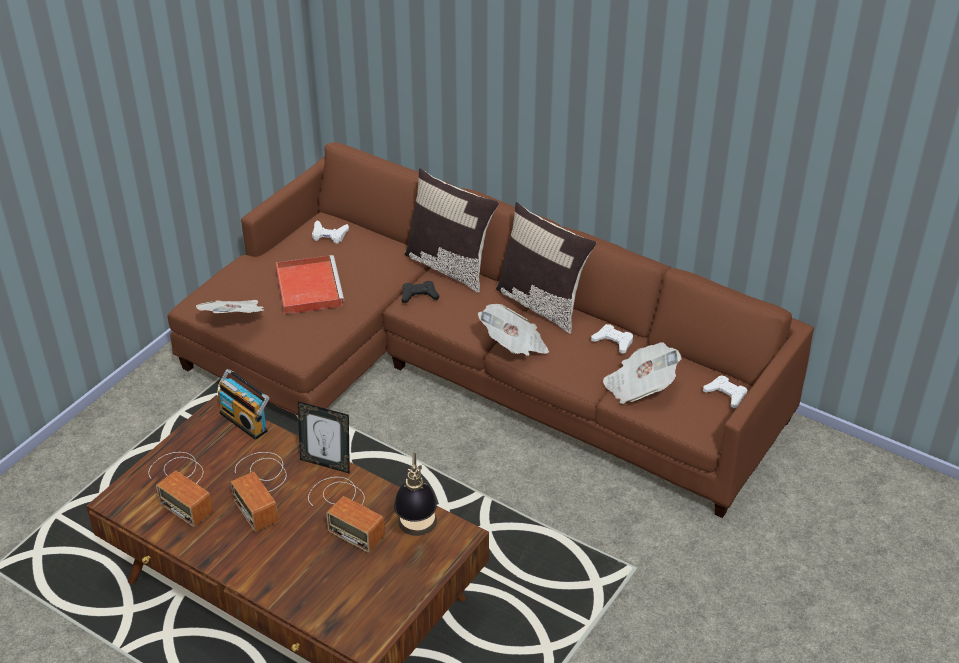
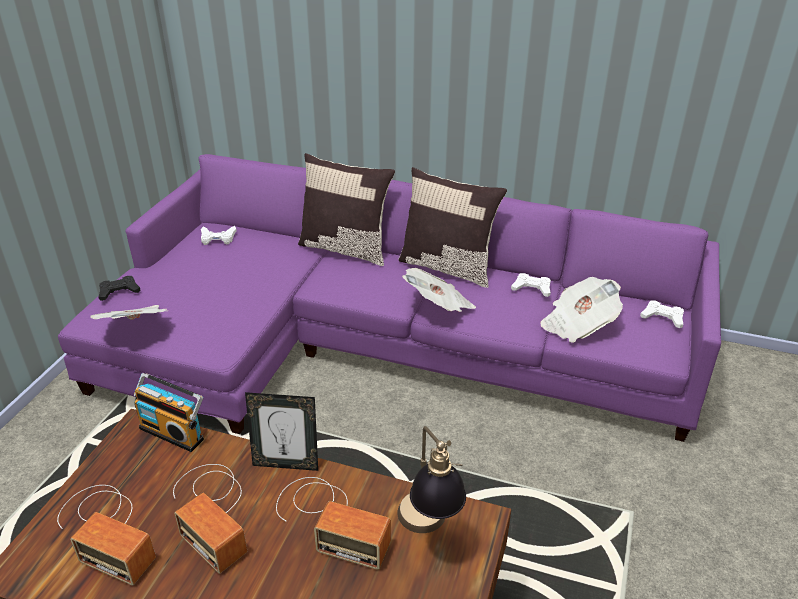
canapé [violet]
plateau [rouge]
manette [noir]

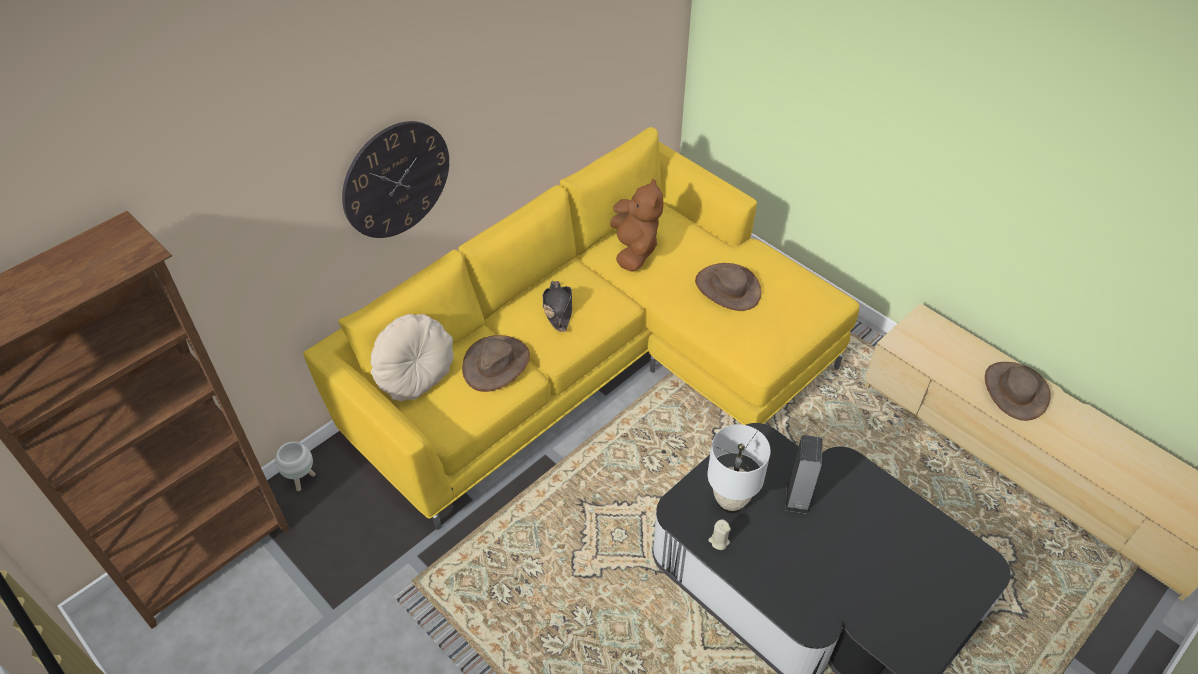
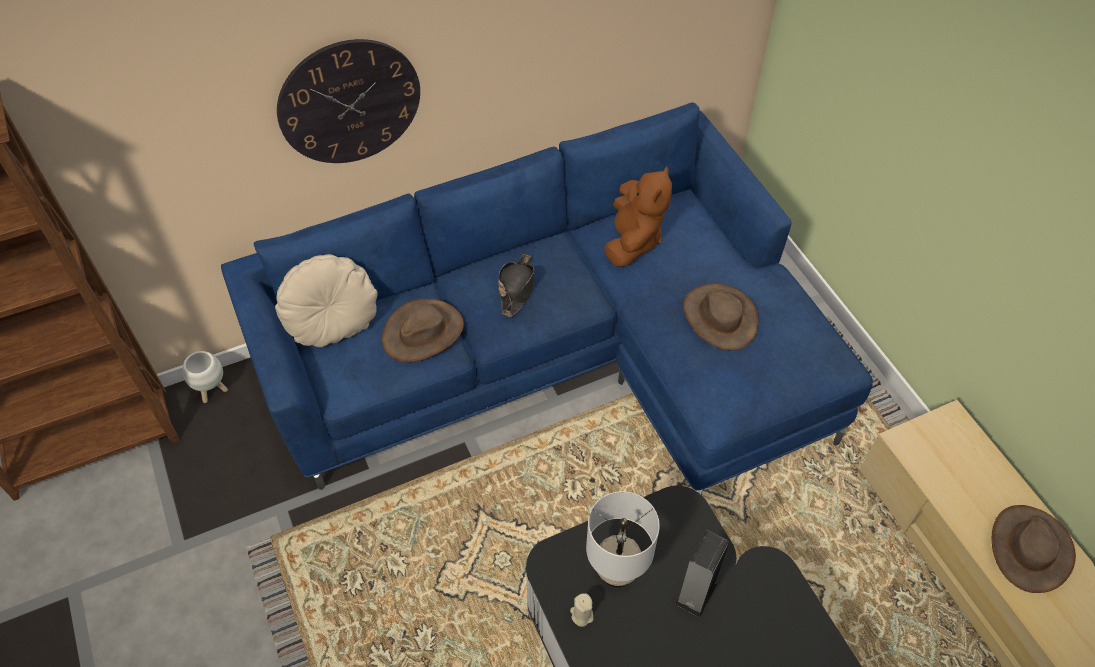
canapé [bleu]

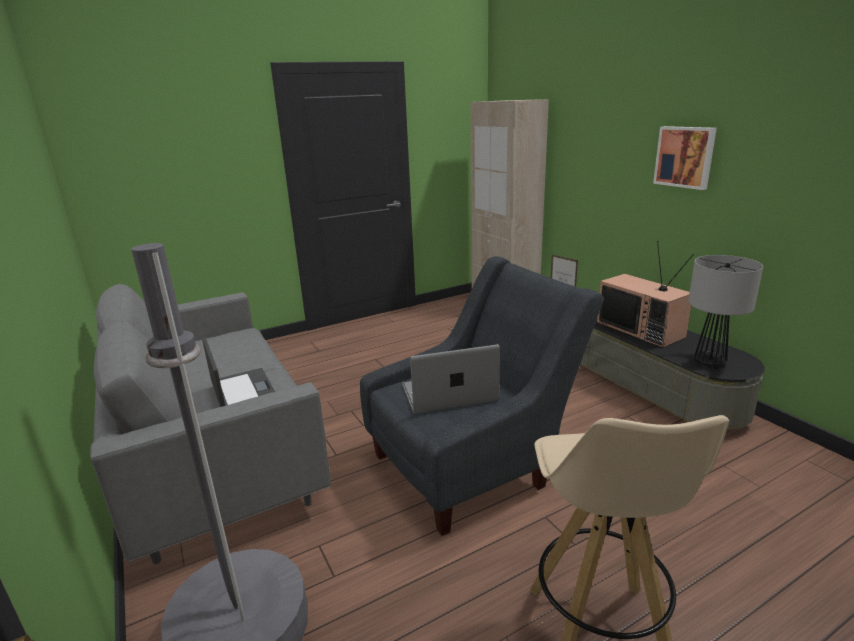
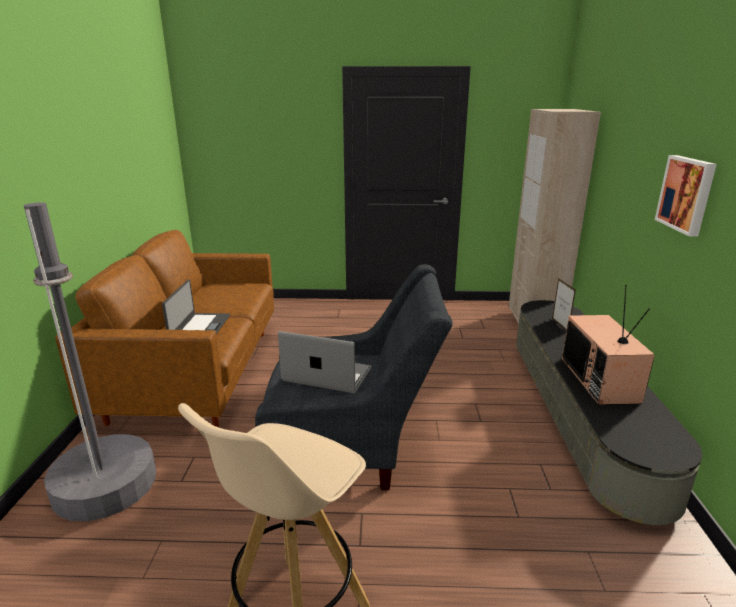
canapé [marron]
lampe de table

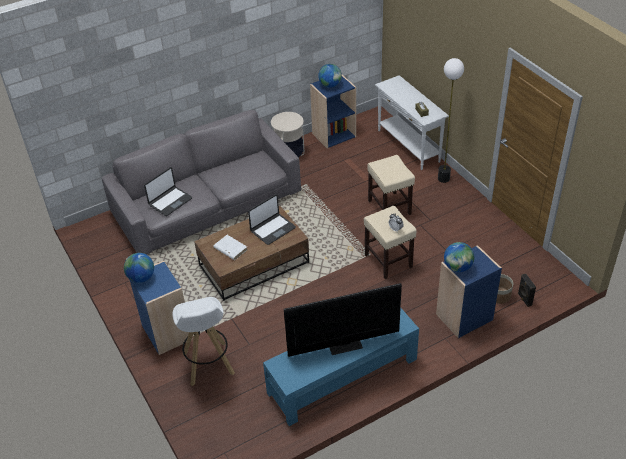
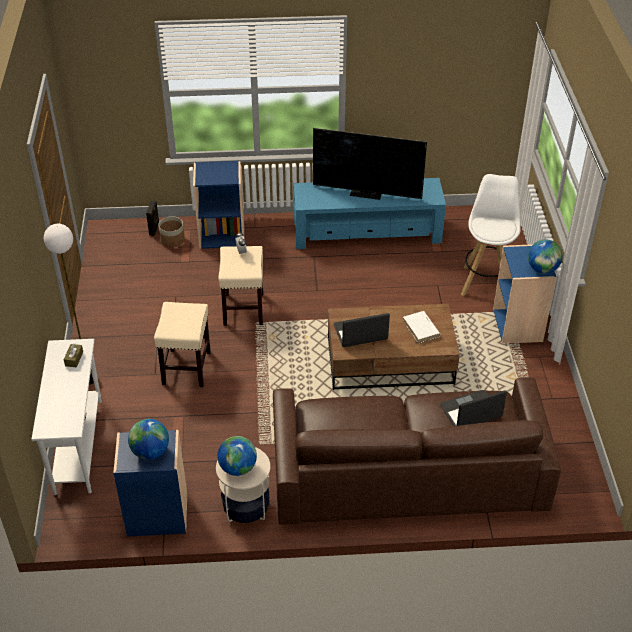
canapé [marron]
globe (no. 2 from left)

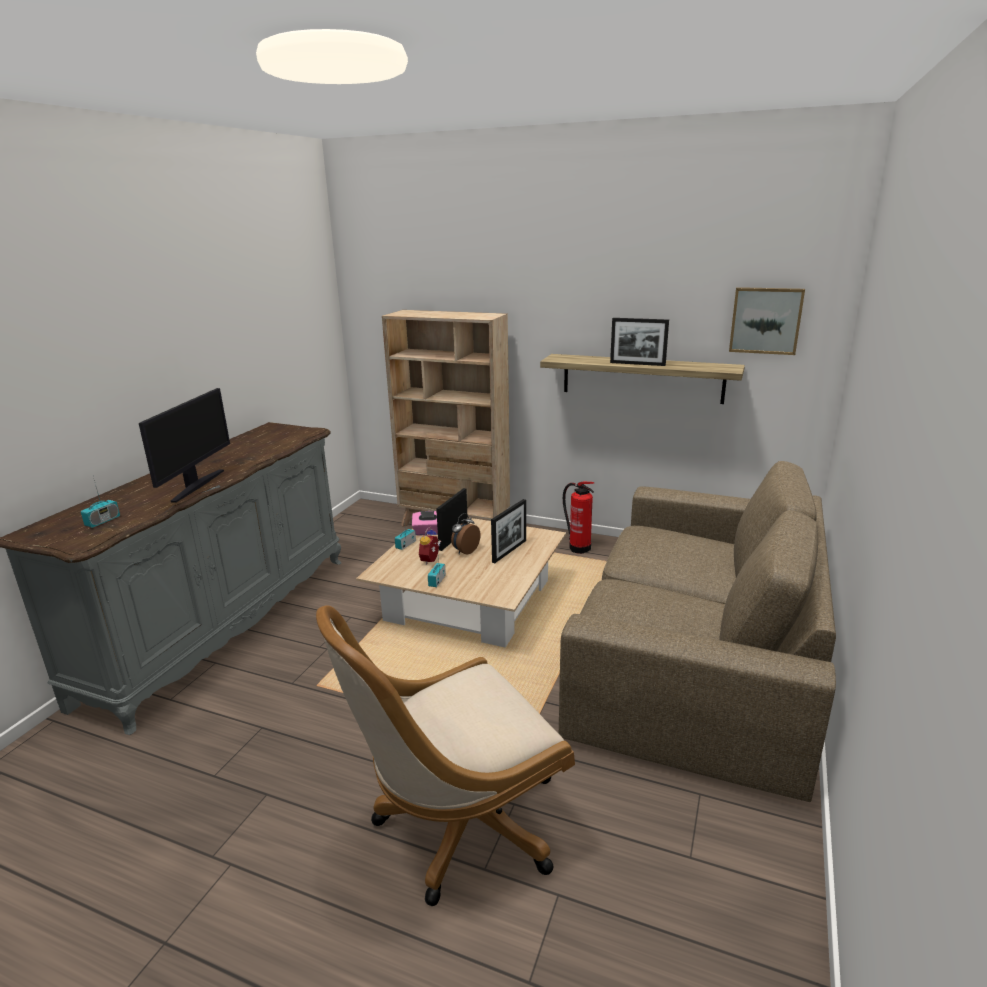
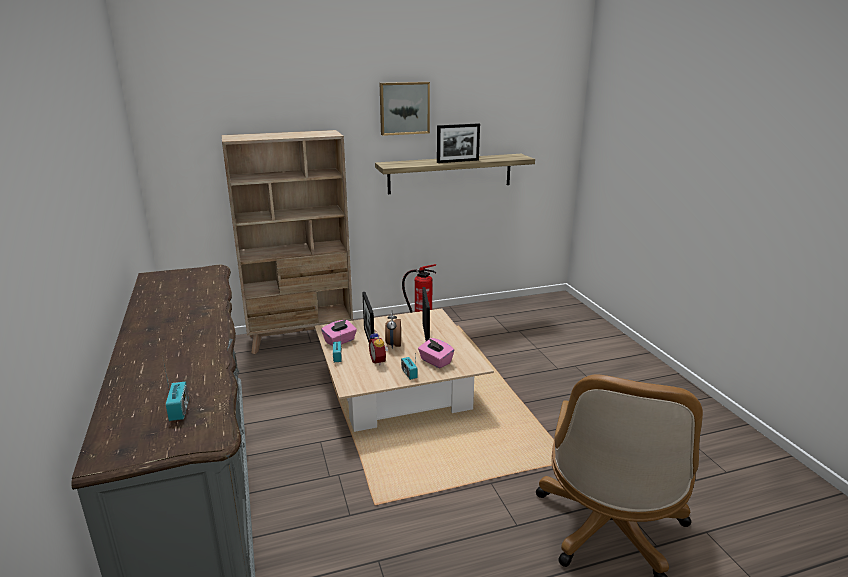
écran d'ordinateur
canapé [marron]
tableau
boîte à mouchoirs [rose] (no. 2 from left)

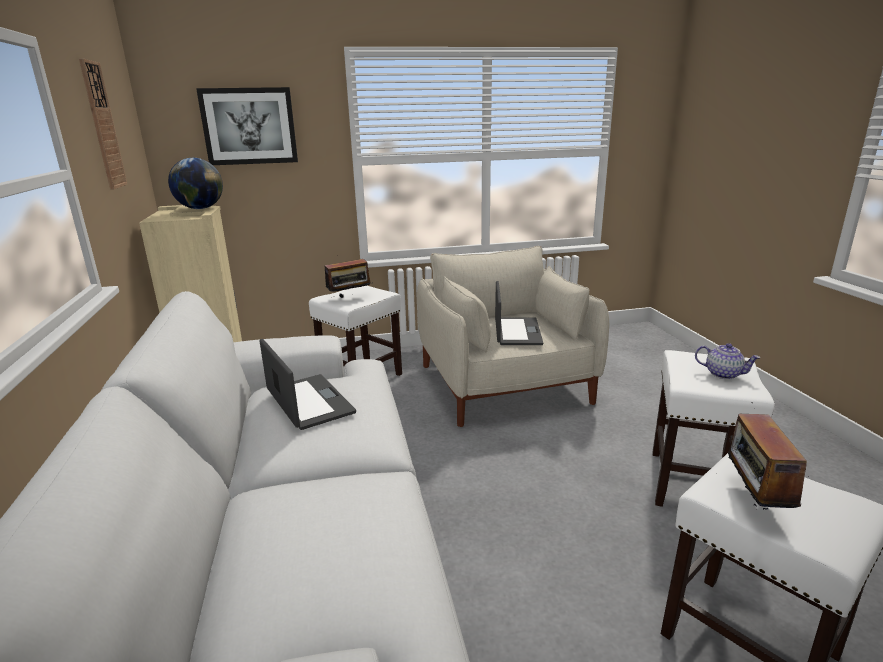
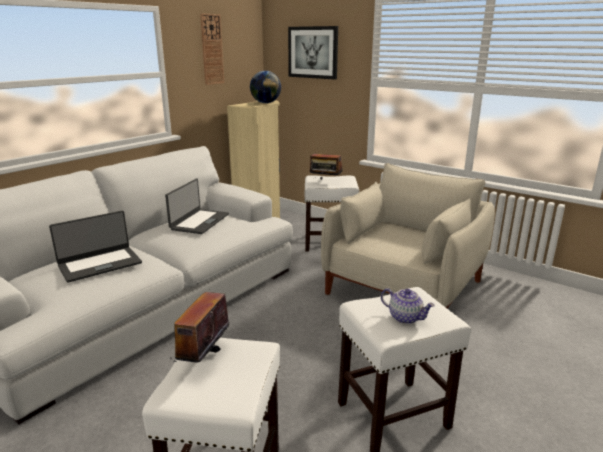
ordinateur portable (no. 1 from left)
théière
radio (no. 1 from left)

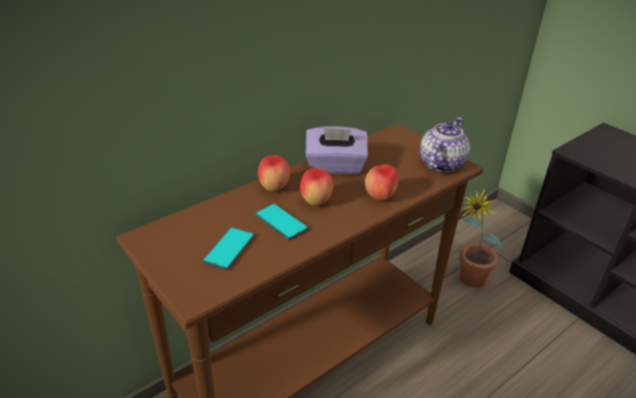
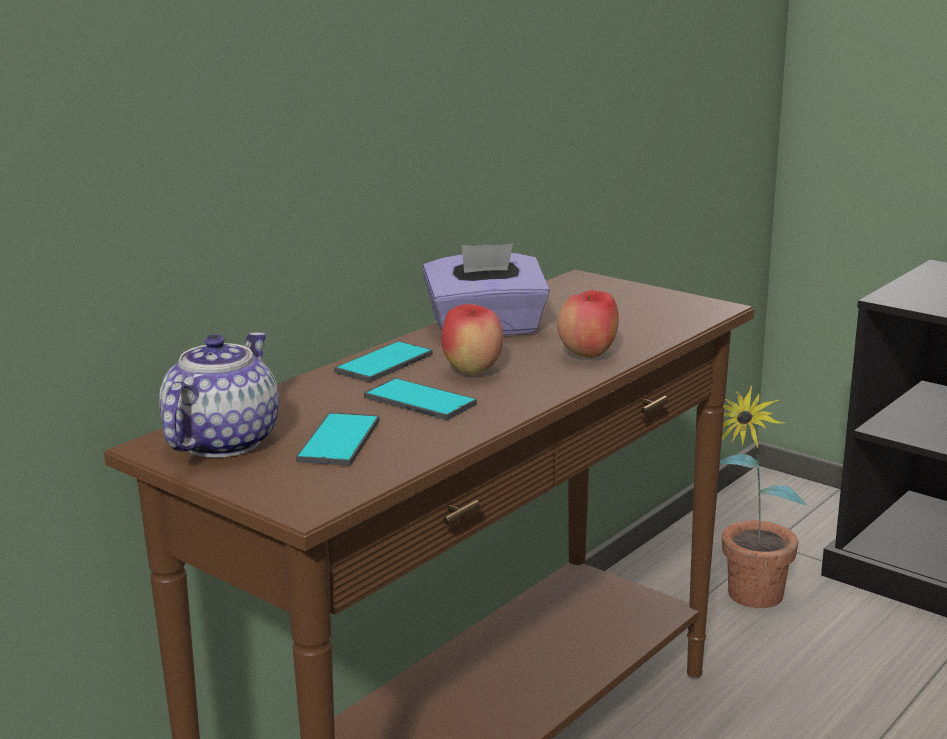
téléphone (no. 2 from left)
théière

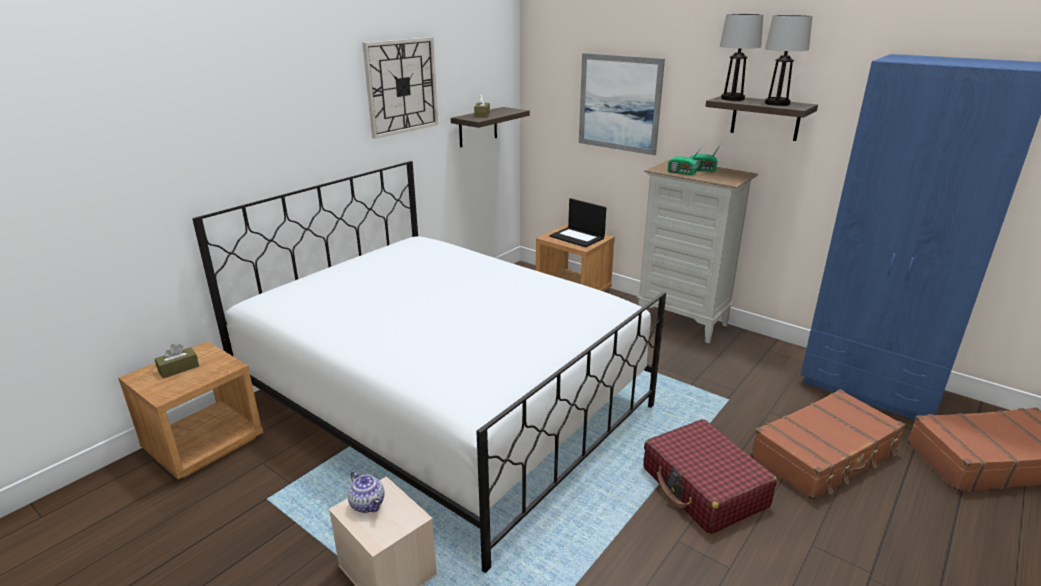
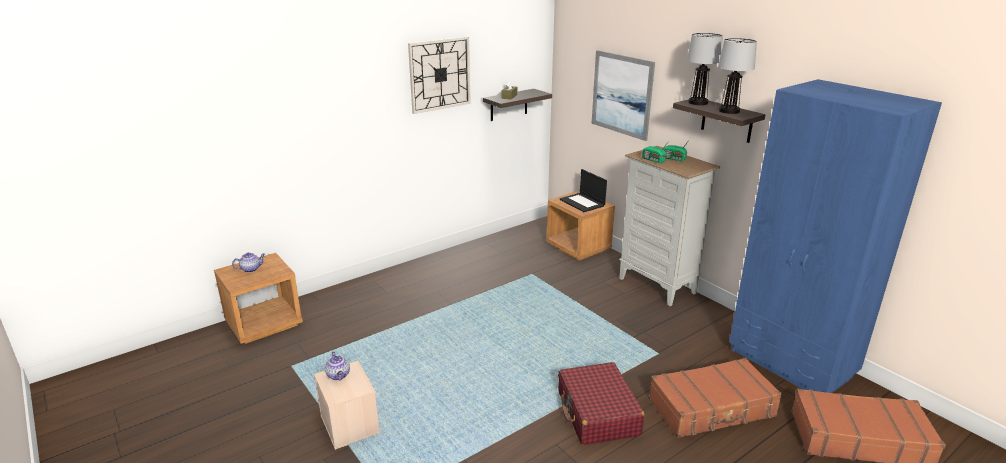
théière (no. 1 from left)
lit [blanc]

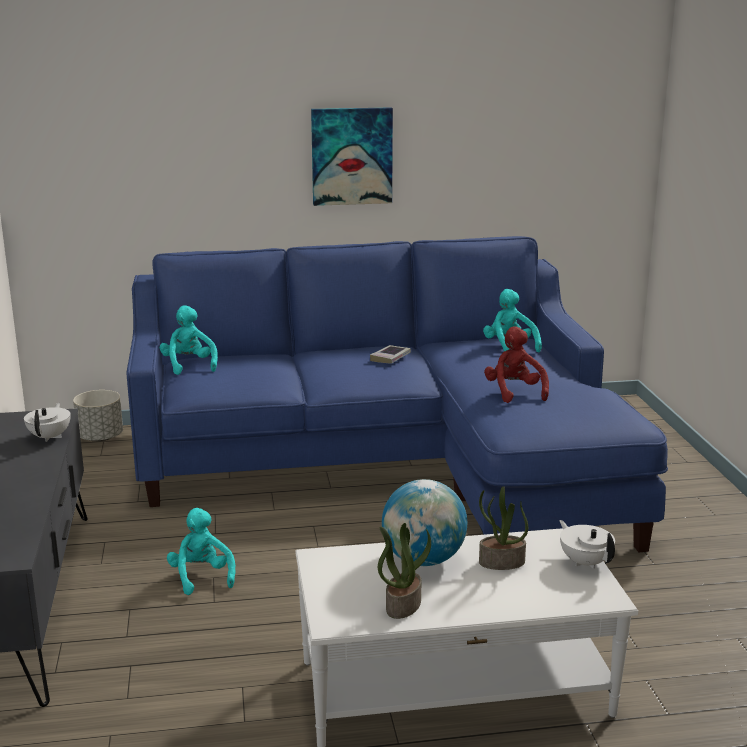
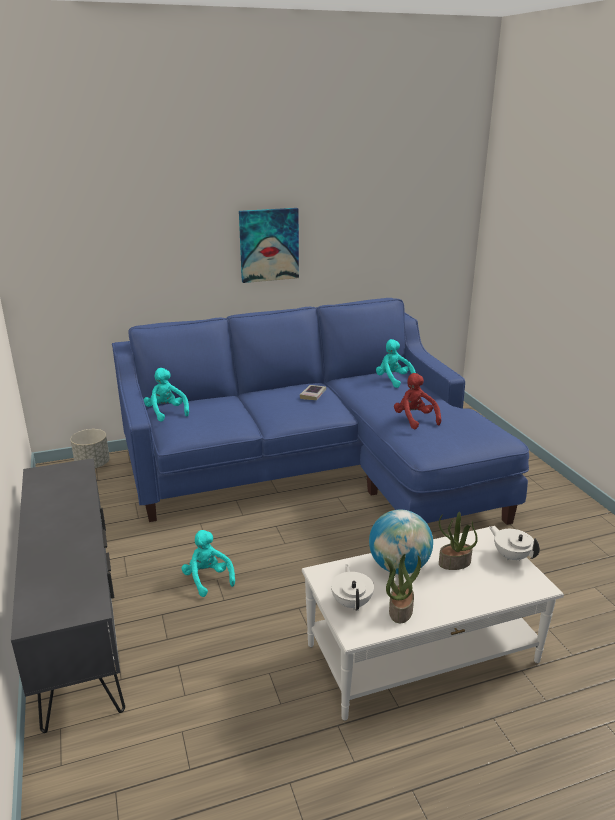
théière [blanc] (no. 1 from left)

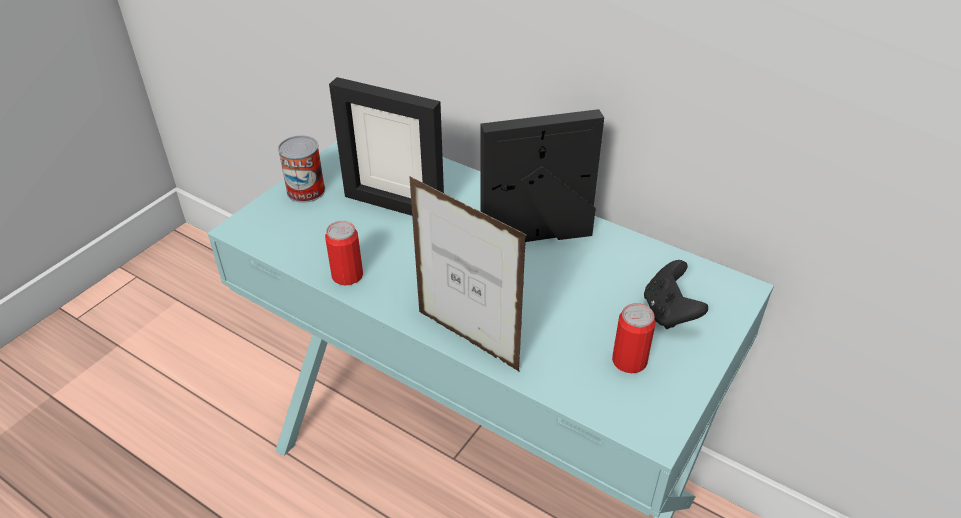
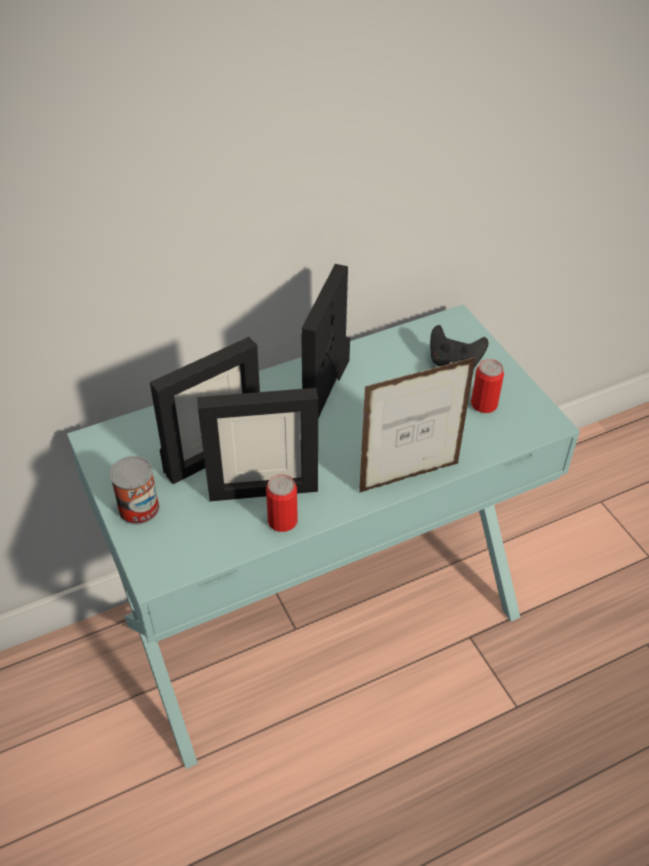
cadre photo (no. 2 from left)

